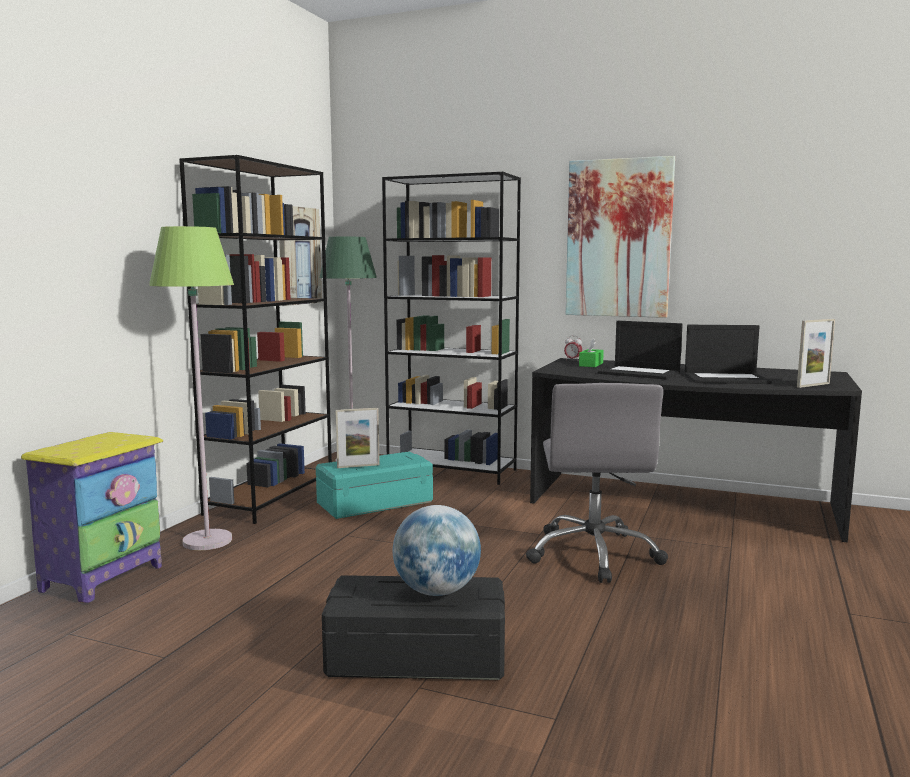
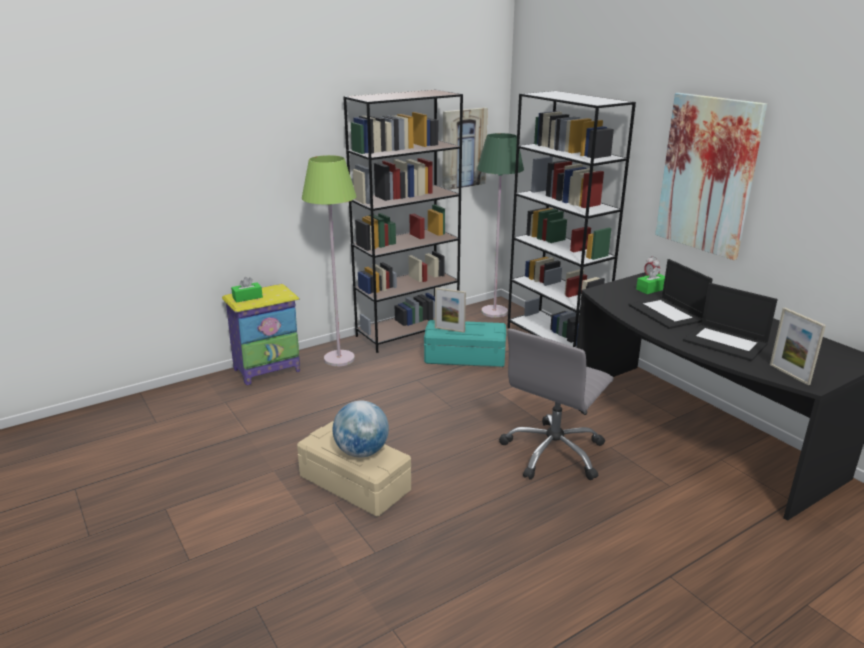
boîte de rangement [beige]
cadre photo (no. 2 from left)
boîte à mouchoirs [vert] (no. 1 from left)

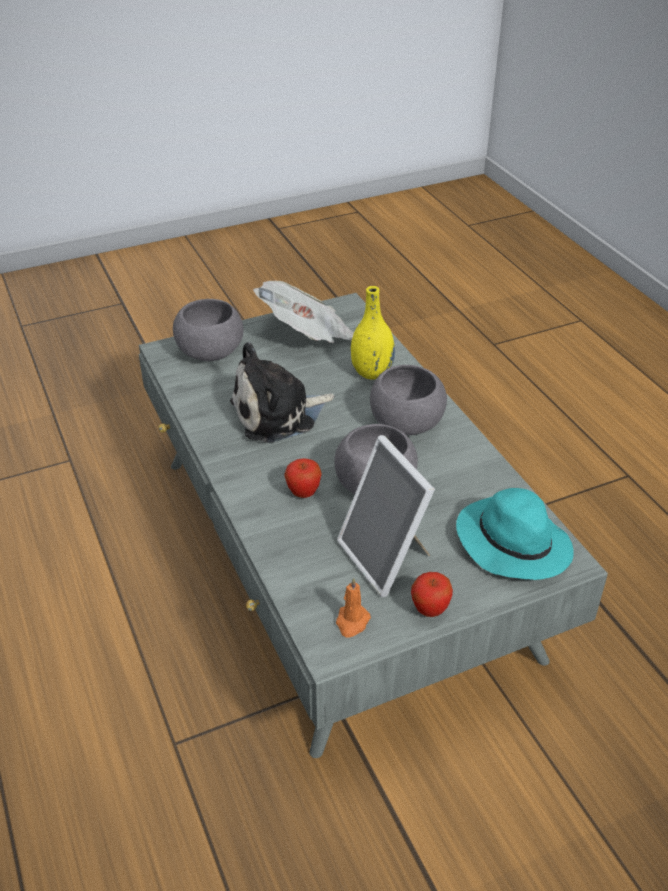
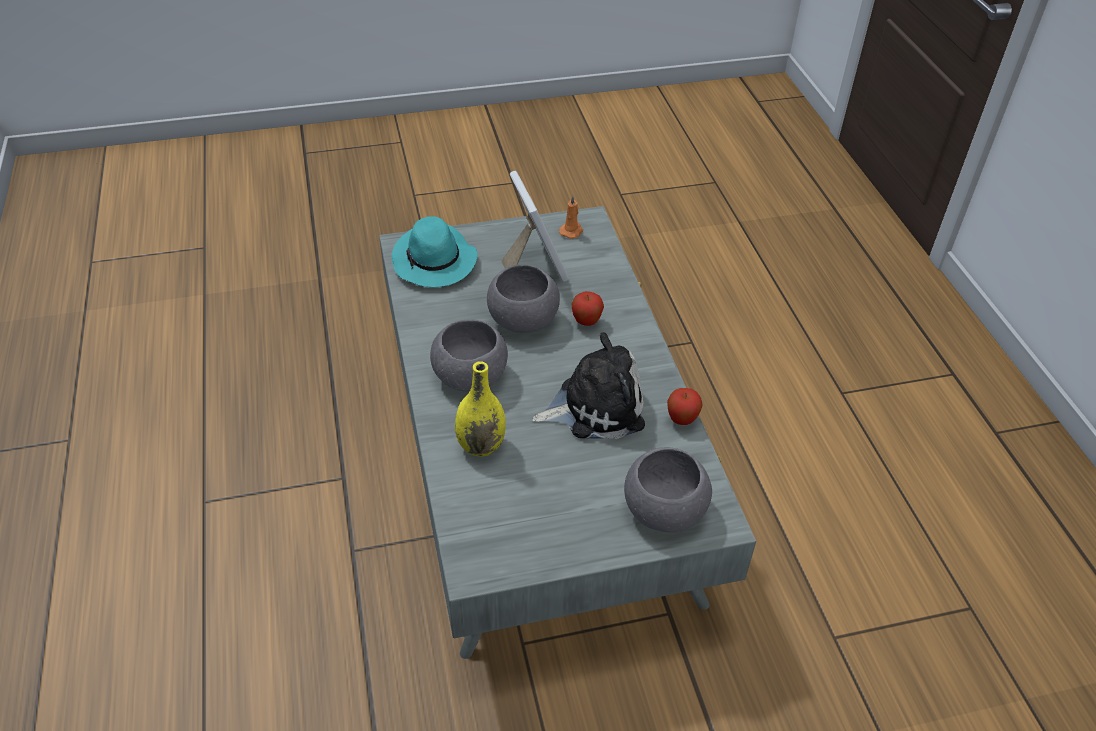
journal
pomme (no. 2 from left)

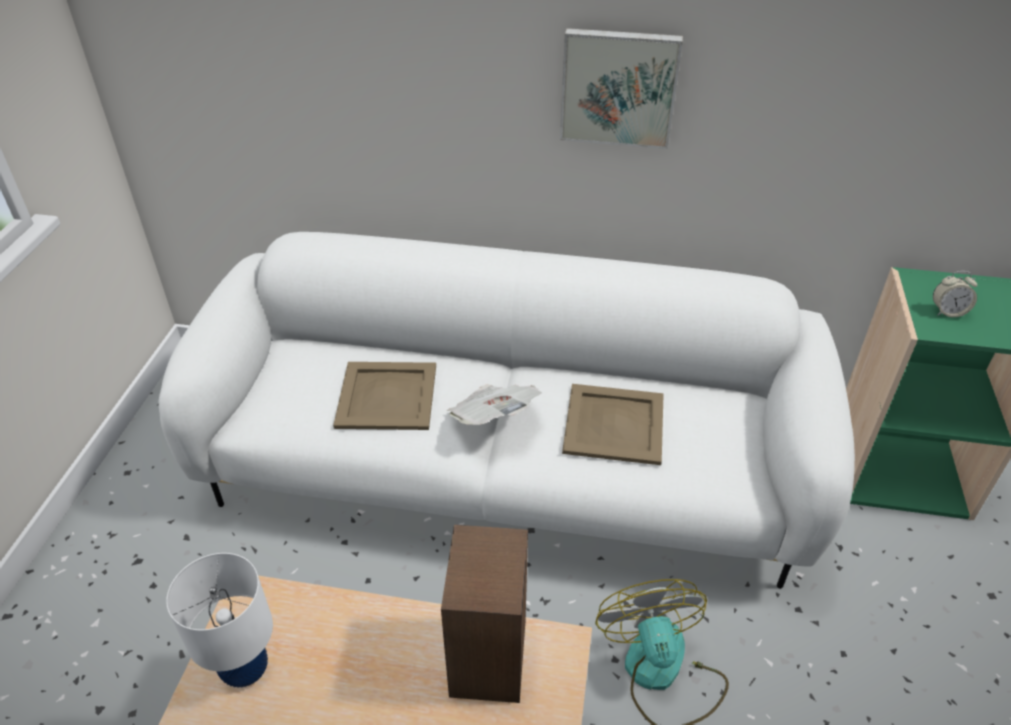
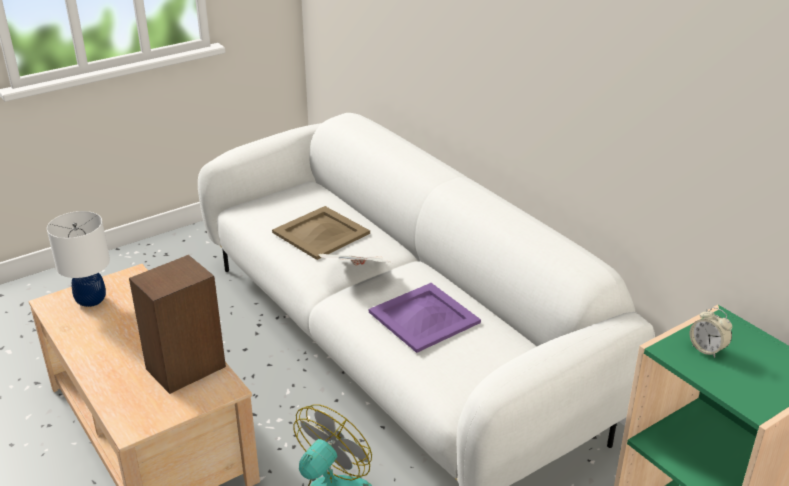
tableau
plateau [violet]

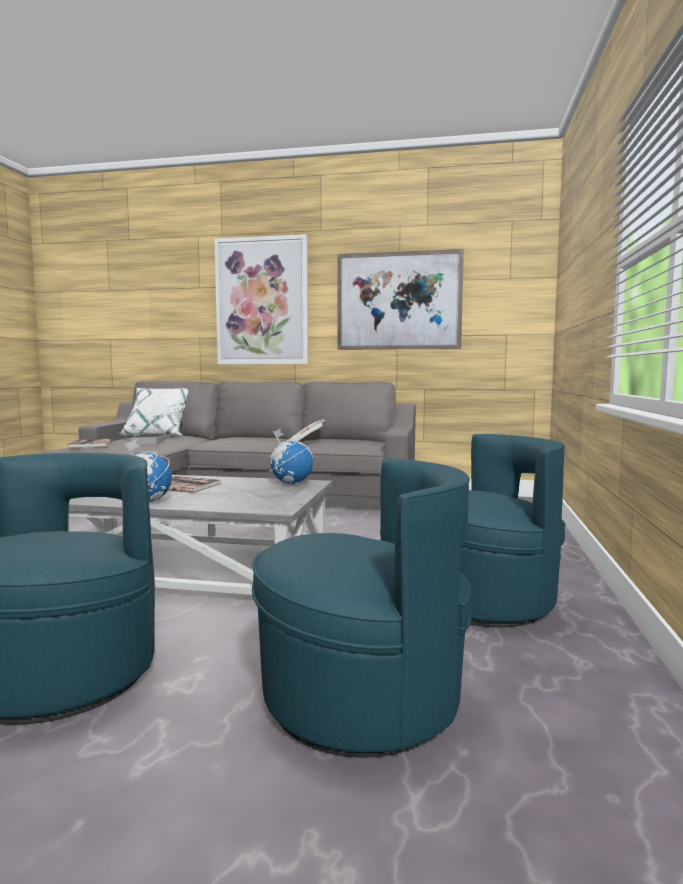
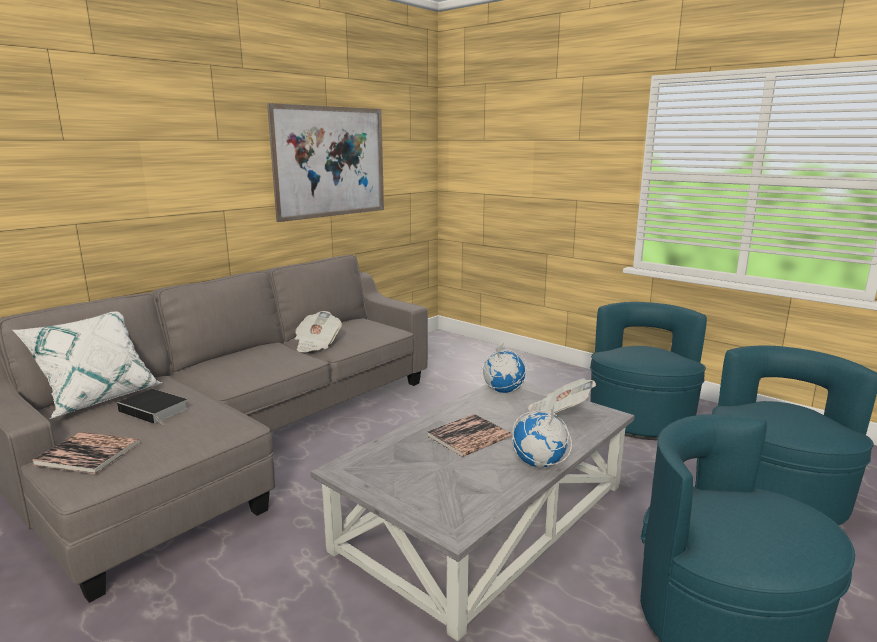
tableau (no. 1 from left in the first image)
journal (no. 2 from left)

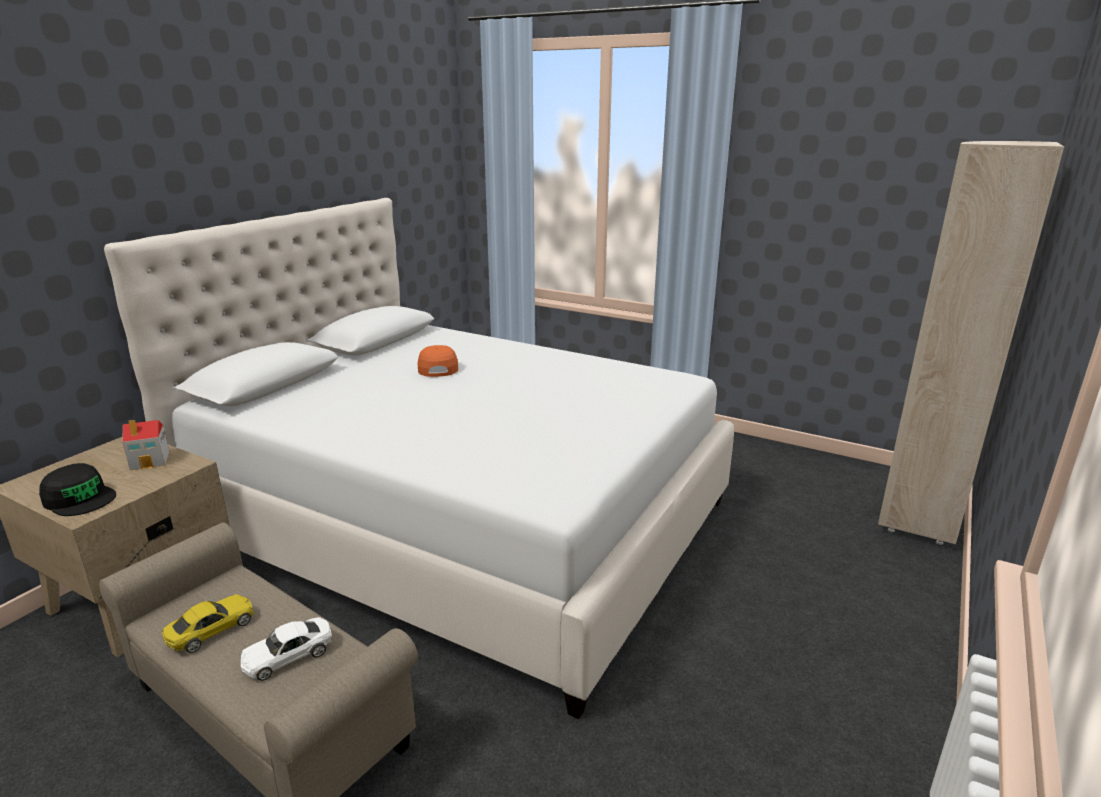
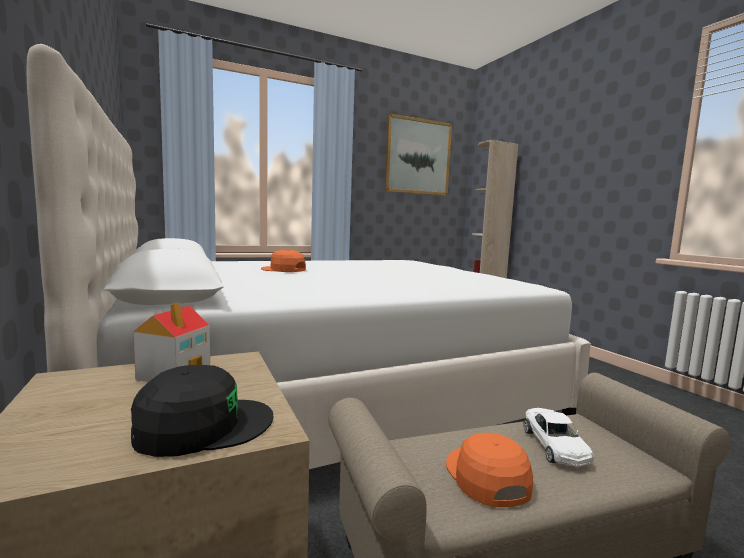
casquette [orange] (no. 2 from left)
tableau

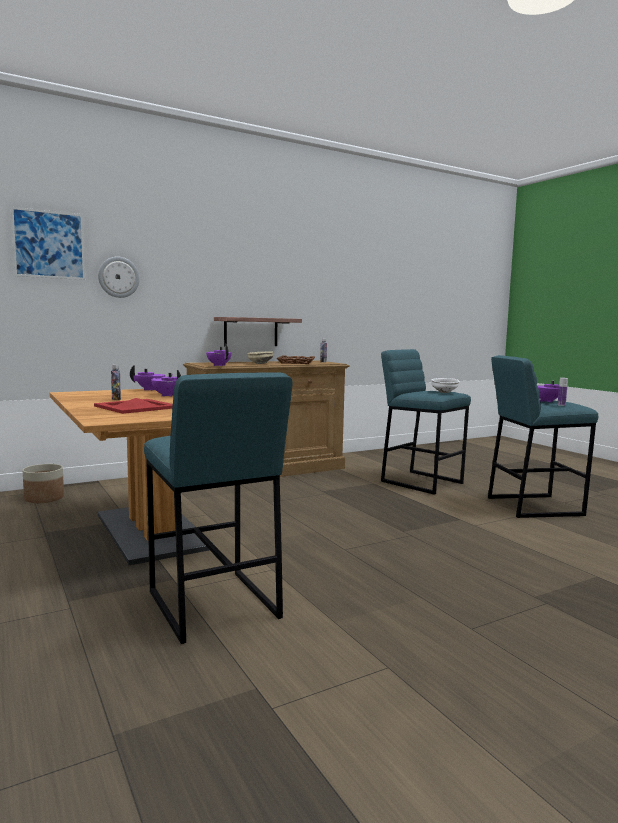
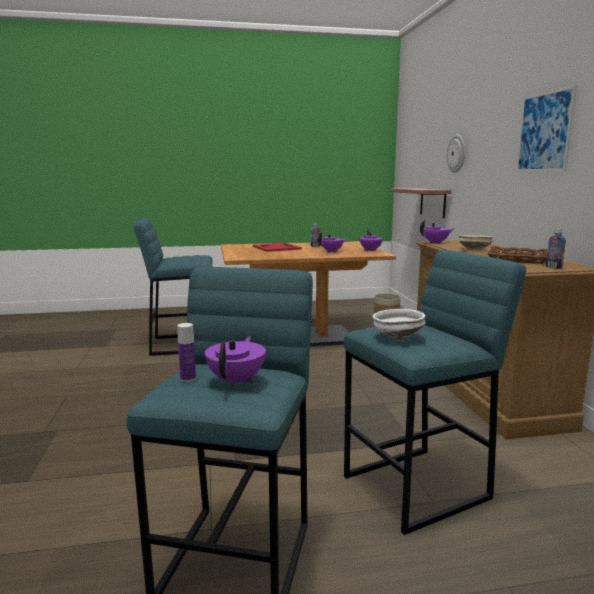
tableau
étagère

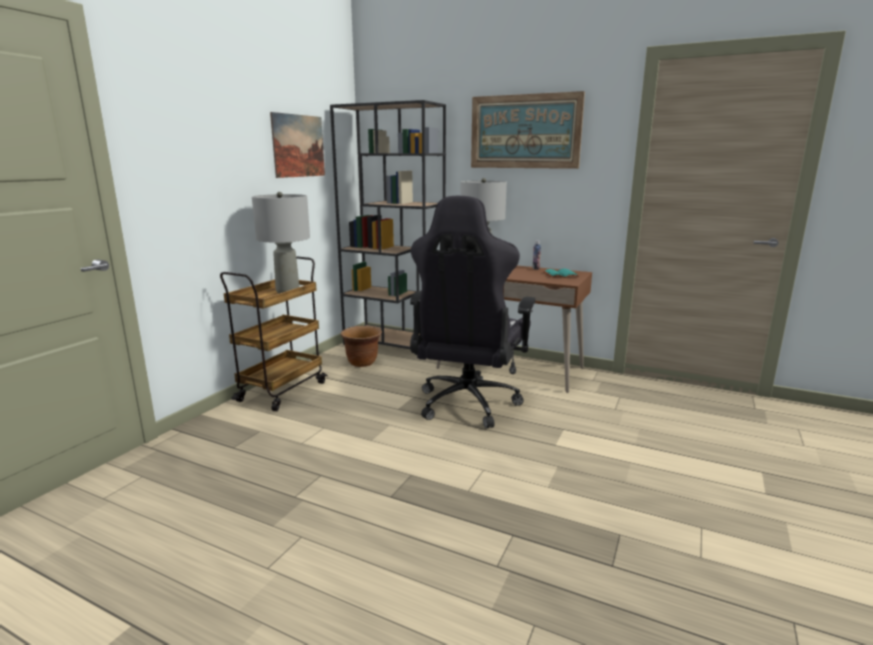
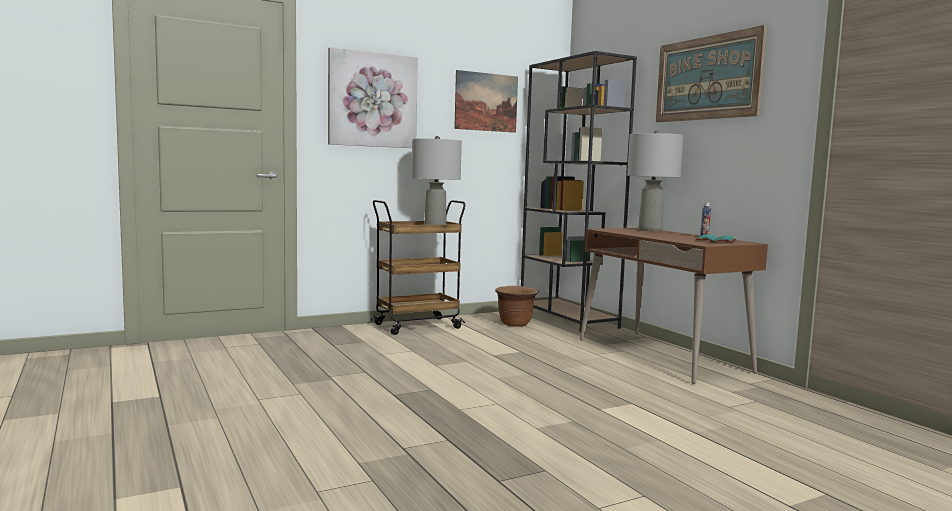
chaise de bureau [noir]
tableau (no. 1 from left)

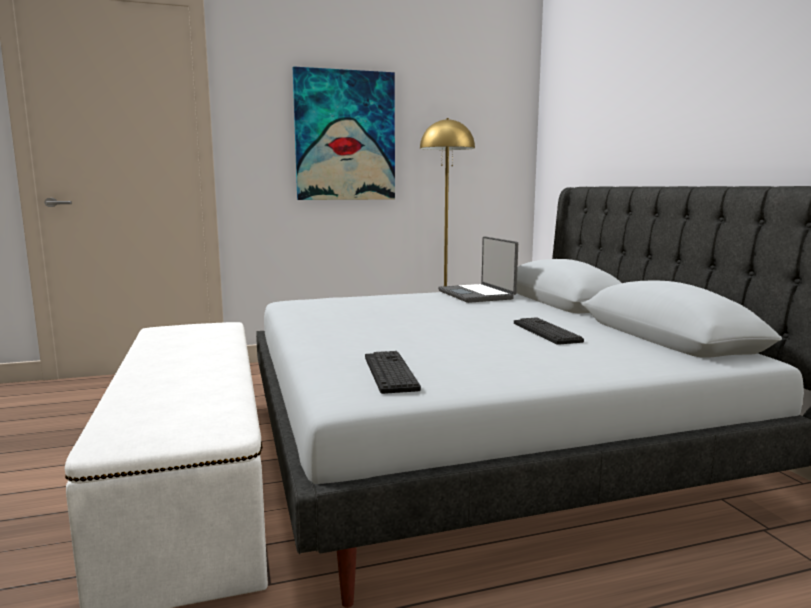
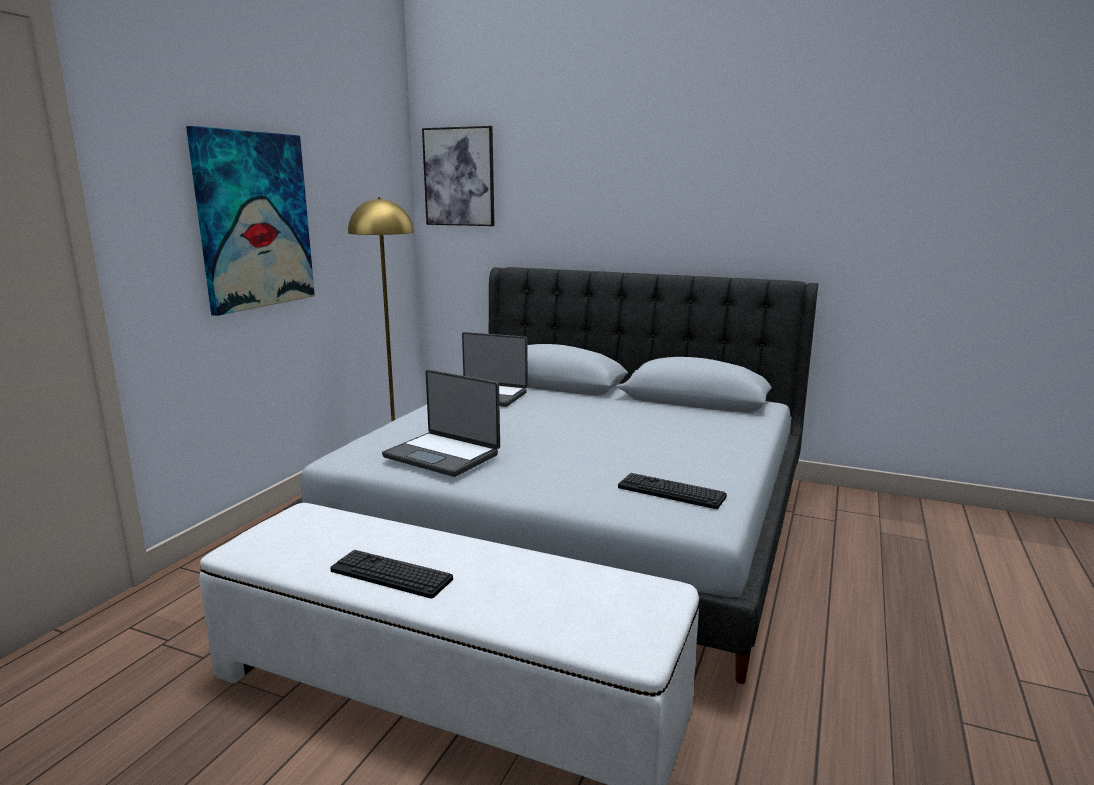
clavier (no. 1 from left)
ordinateur portable (no. 1 from left)
tableau (no. 2 from left)

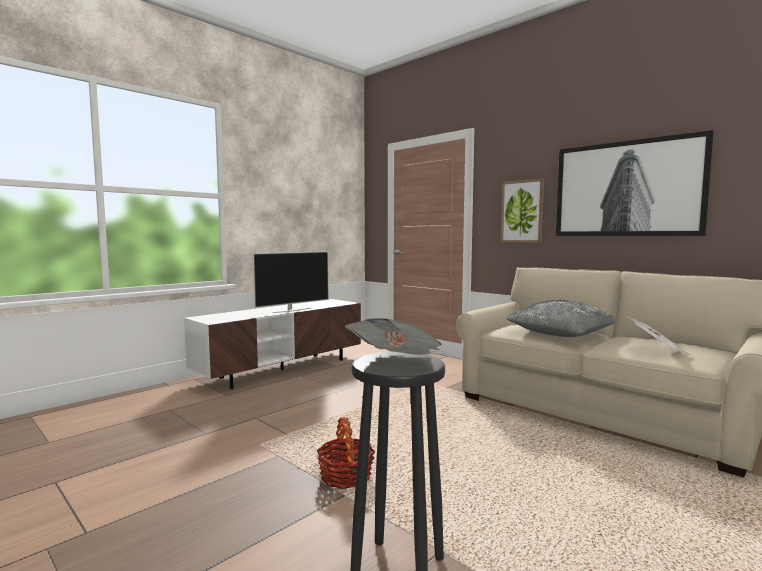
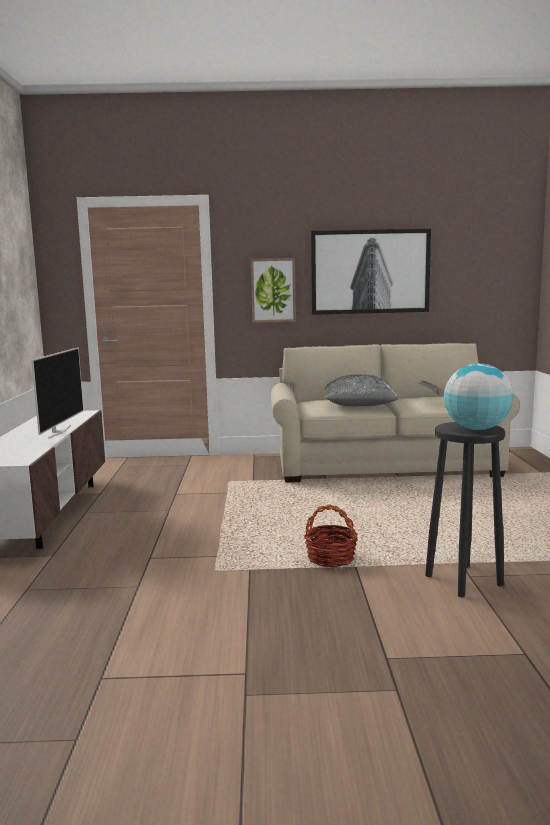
globe

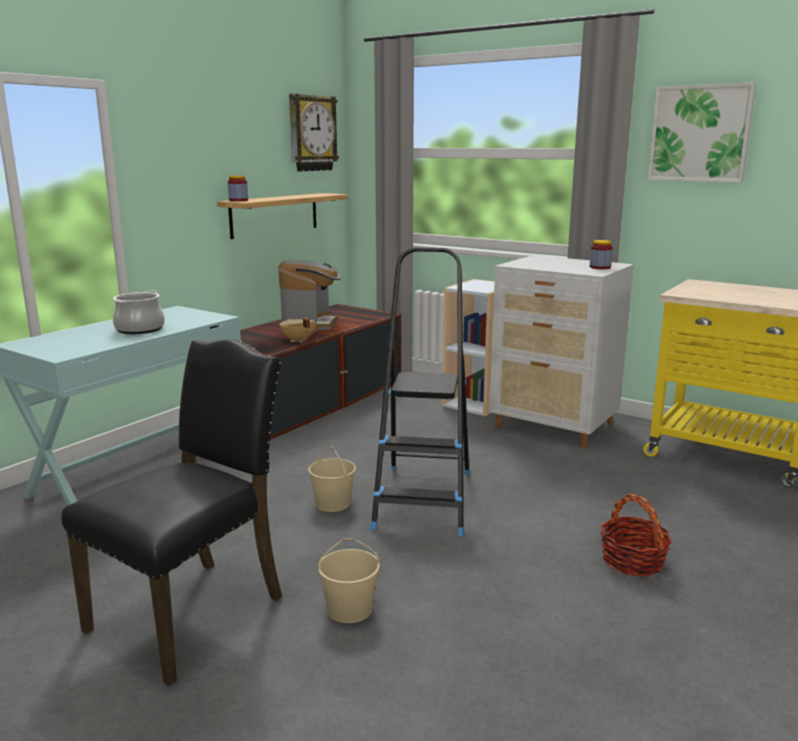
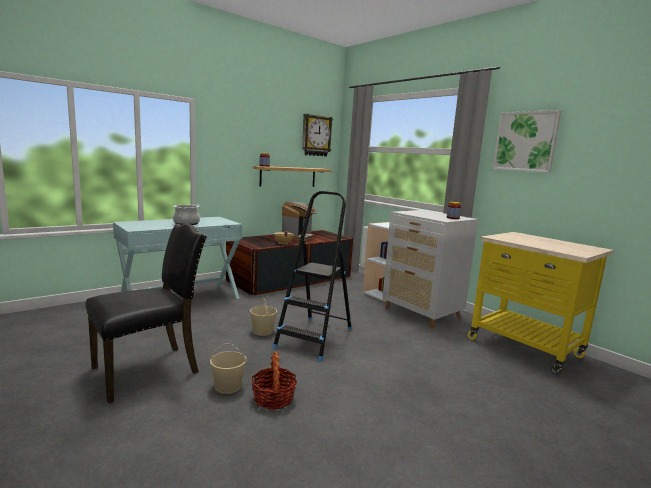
panier

